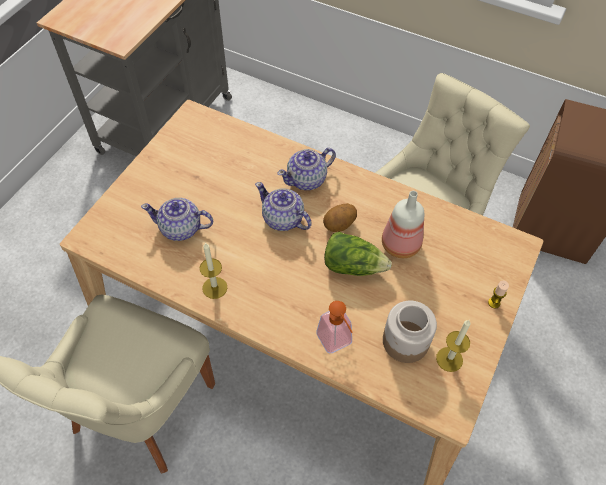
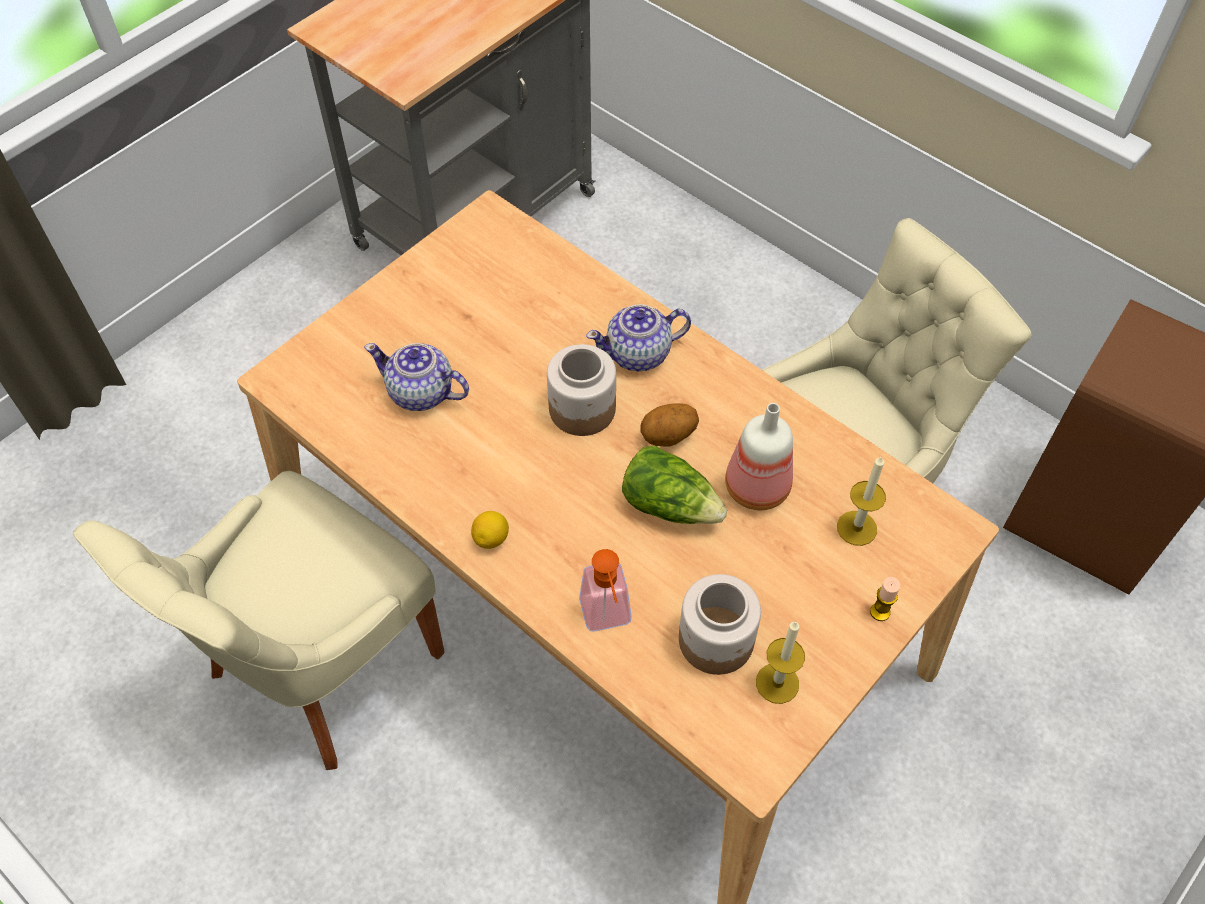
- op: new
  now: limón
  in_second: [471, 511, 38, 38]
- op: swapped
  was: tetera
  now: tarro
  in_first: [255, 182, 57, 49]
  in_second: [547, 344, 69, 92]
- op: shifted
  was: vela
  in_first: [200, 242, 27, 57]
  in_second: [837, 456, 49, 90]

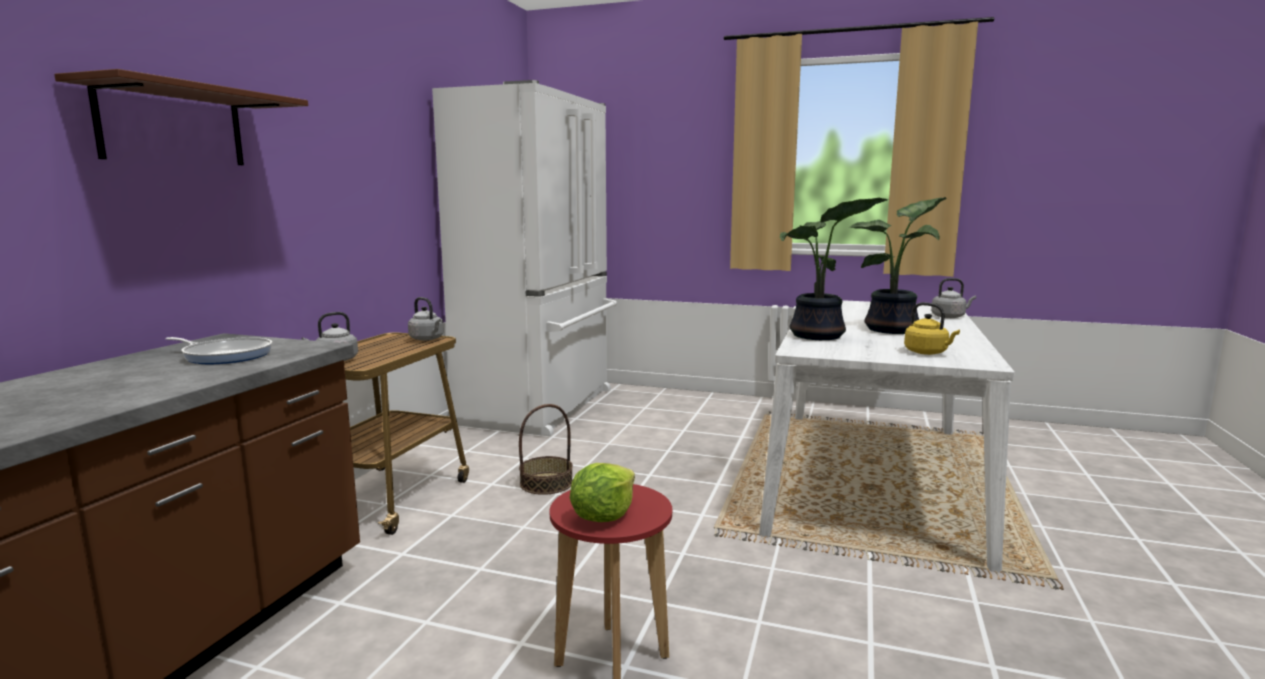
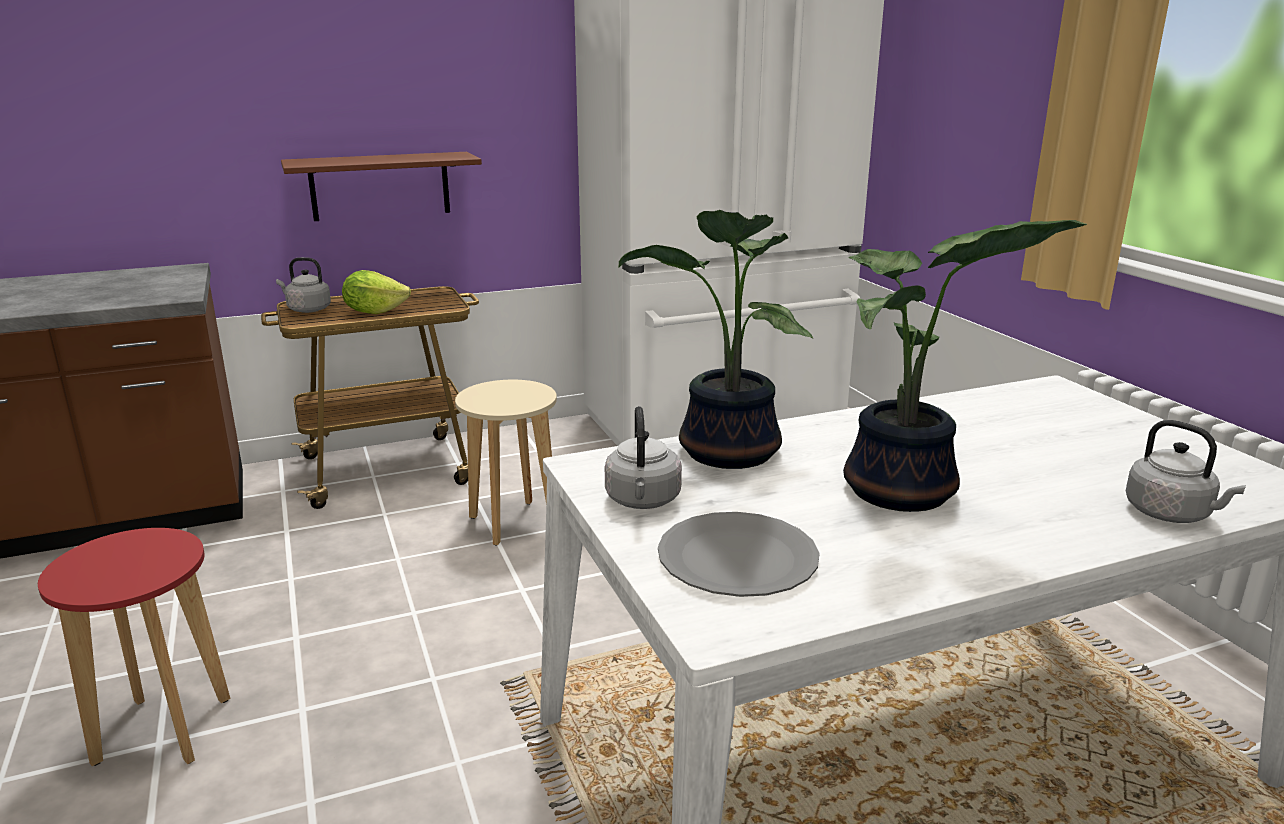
- op: shifted
  was: estante (marrón)
  in_first: [54, 69, 254, 96]
  in_second: [281, 152, 201, 69]
- op: shifted
  was: lechuga
  in_first: [570, 463, 65, 59]
  in_second: [342, 270, 69, 44]
- op: swapped
  was: cesta
  now: taburete (beis)
  in_first: [519, 404, 54, 91]
  in_second: [455, 380, 102, 166]
- op: shifted
  was: hervidor (gris)
  in_first: [408, 297, 36, 44]
  in_second: [605, 406, 77, 103]
- op: swapped
  was: hervidor (amarillo)
  now: plato (gris)
  in_first: [904, 302, 56, 53]
  in_second: [658, 512, 162, 85]
- op: gone
  was: sartén
  in_first: [165, 337, 107, 27]

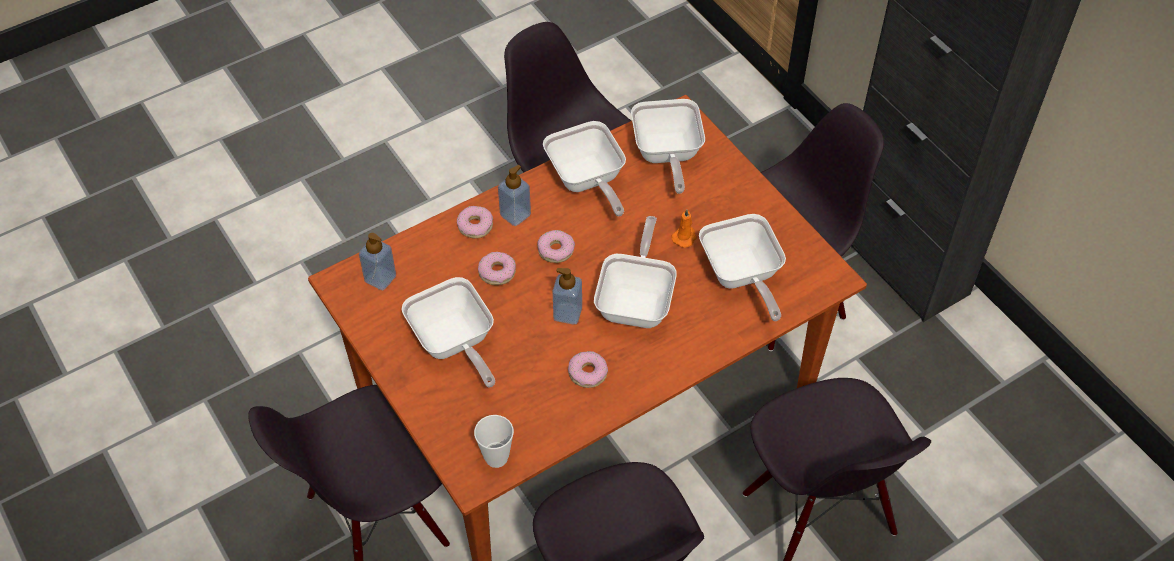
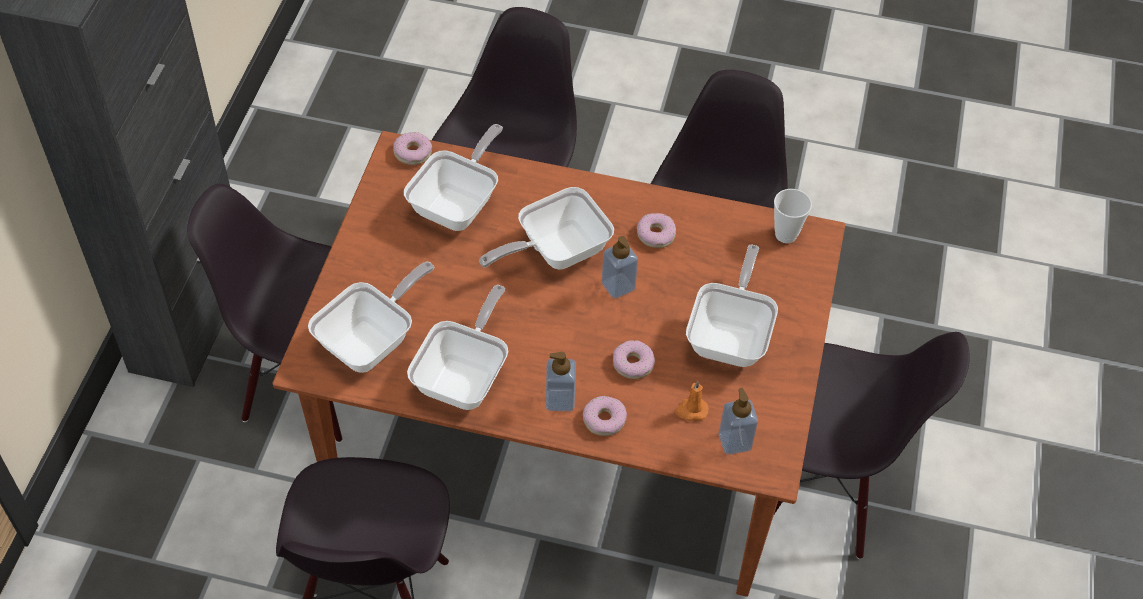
- op: shifted
  was: rosquilla
  in_first: [537, 230, 38, 33]
  in_second: [393, 132, 39, 33]
- op: shifted
  was: vela (naranja)
  in_first: [671, 209, 26, 39]
  in_second: [675, 381, 34, 40]

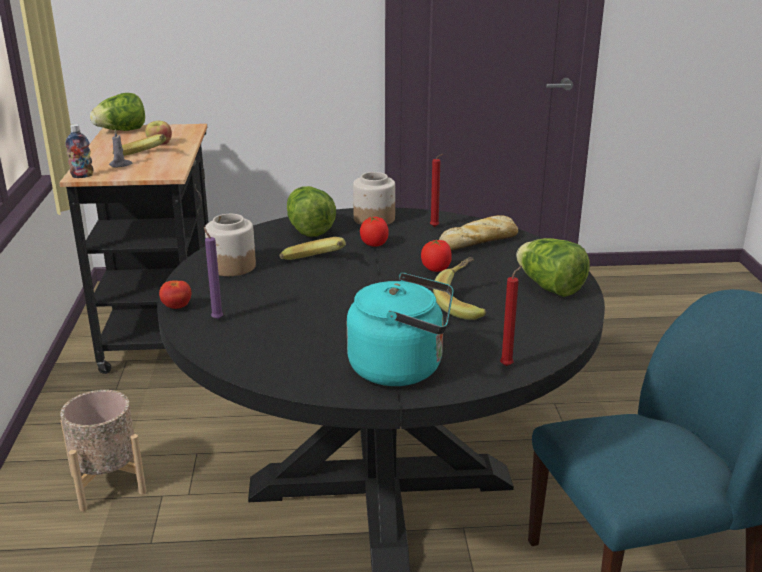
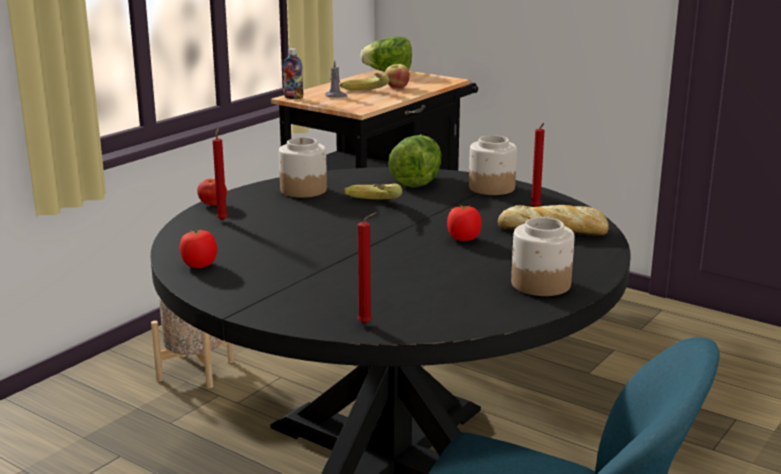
- op: shifted
  was: tomate
  in_first: [360, 216, 29, 31]
  in_second: [180, 229, 37, 39]
- op: repainted
  was: vela (morado)
  now: vela (rojo)
  in_first: [204, 227, 19, 93]
  in_second: [213, 128, 15, 93]
- op: swapped
  was: lechuga
  now: tarro
  in_first: [516, 238, 74, 59]
  in_second: [511, 217, 64, 79]
- op: gone
  was: hervidor (turquesa)
  in_first: [347, 273, 106, 113]
- op: gone
  was: plátano
  in_first: [433, 257, 54, 63]

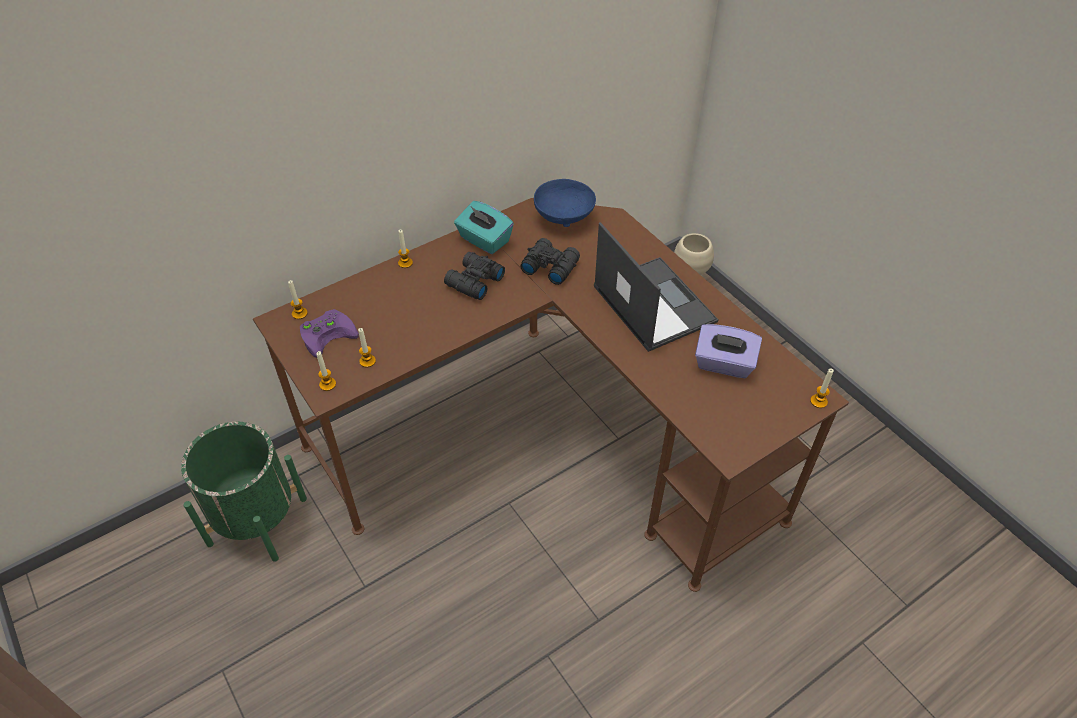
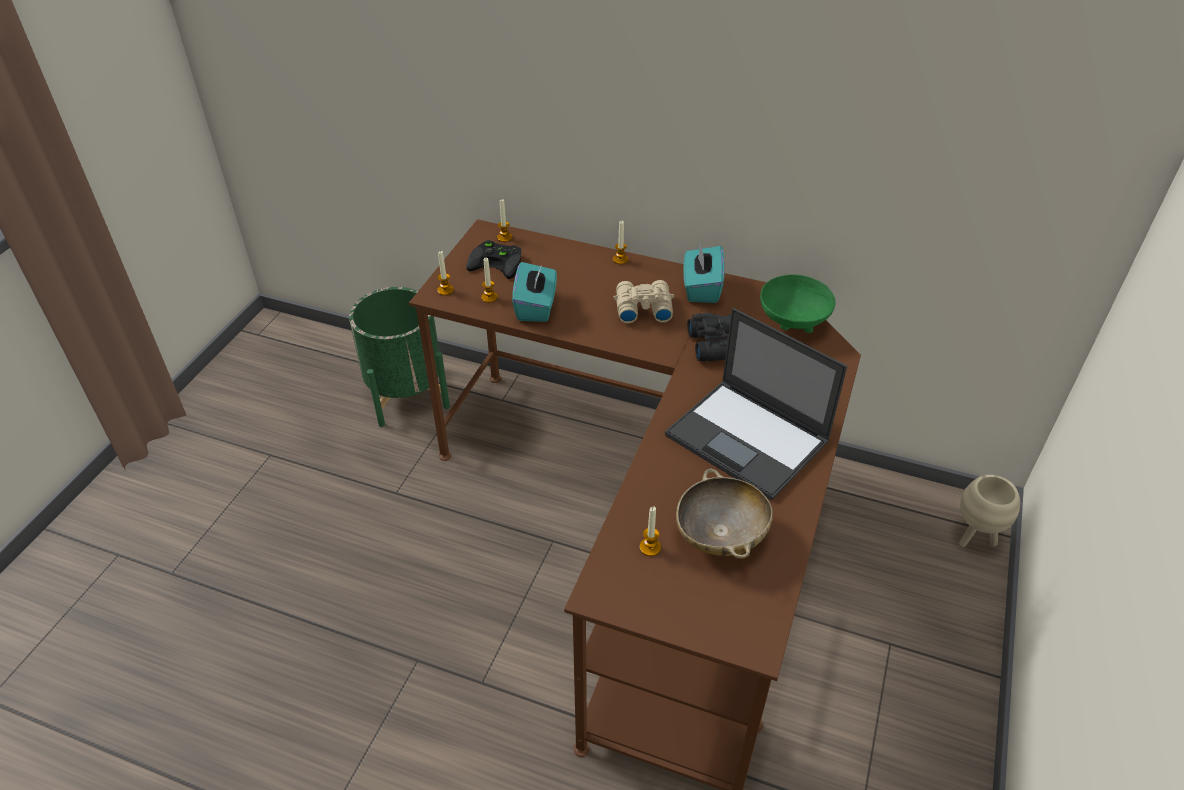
- op: repainted
  was: mando de consola (morado)
  now: mando de consola (negro)
  in_first: [300, 309, 59, 49]
  in_second: [466, 240, 55, 39]
- op: new
  now: caja de pañuelos (turquesa)
  in_second: [512, 262, 45, 60]
- op: repainted
  was: prismáticos (negro)
  now: prismáticos (beis)
  in_first: [444, 252, 61, 48]
  in_second: [613, 280, 61, 44]
- op: shifted
  was: vela
  in_first: [810, 369, 24, 39]
  in_second: [640, 507, 21, 49]
- op: rotated
  was: portátil
  in_first: [594, 222, 125, 130]
  in_second: [665, 308, 182, 193]
  clockwise: 105
- op: swapped
  was: caja de pañuelos (morado)
  now: cuenco (beis)
  in_first: [695, 324, 67, 54]
  in_second: [676, 469, 97, 90]
- op: repainted
  was: cuenco (azul)
  now: cuenco (verde)
  in_first: [534, 179, 62, 48]
  in_second: [760, 274, 76, 59]

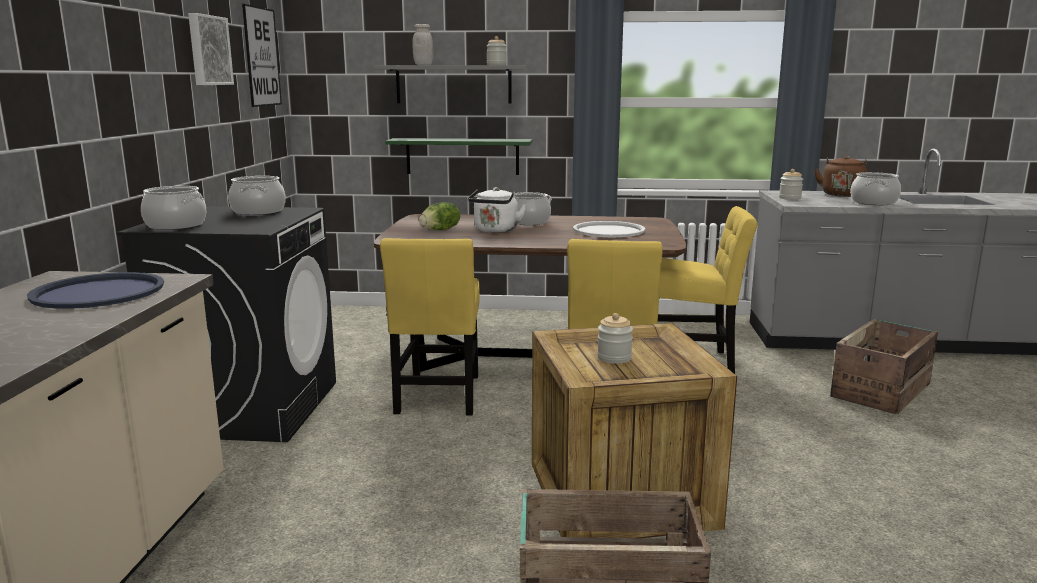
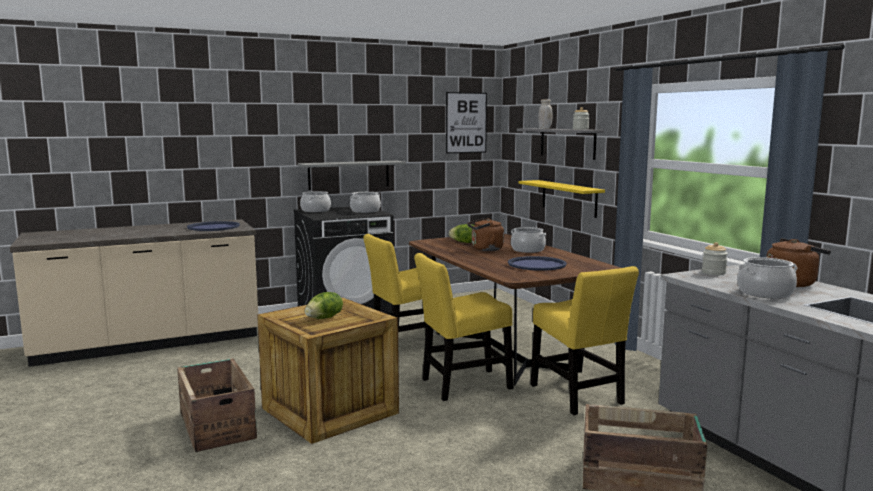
- op: new
  now: estante (gris)
  in_second: [298, 161, 108, 29]
- op: swapped
  was: tarro
  now: lechuga
  in_first: [597, 313, 36, 51]
  in_second: [305, 292, 38, 27]
- op: repainted
  was: hervidor (blanco)
  now: hervidor (marrón)
  in_first: [468, 187, 59, 46]
  in_second: [467, 218, 37, 33]
- op: repainted
  was: bandeja (blanco)
  now: bandeja (azul)
  in_first: [573, 221, 72, 16]
  in_second: [508, 256, 59, 15]
- op: repainted
  was: estante (verde)
  now: estante (amarillo)
  in_first: [385, 138, 147, 37]
  in_second: [518, 180, 87, 38]
- op: gone
  was: cuadro
  in_first: [188, 13, 46, 72]

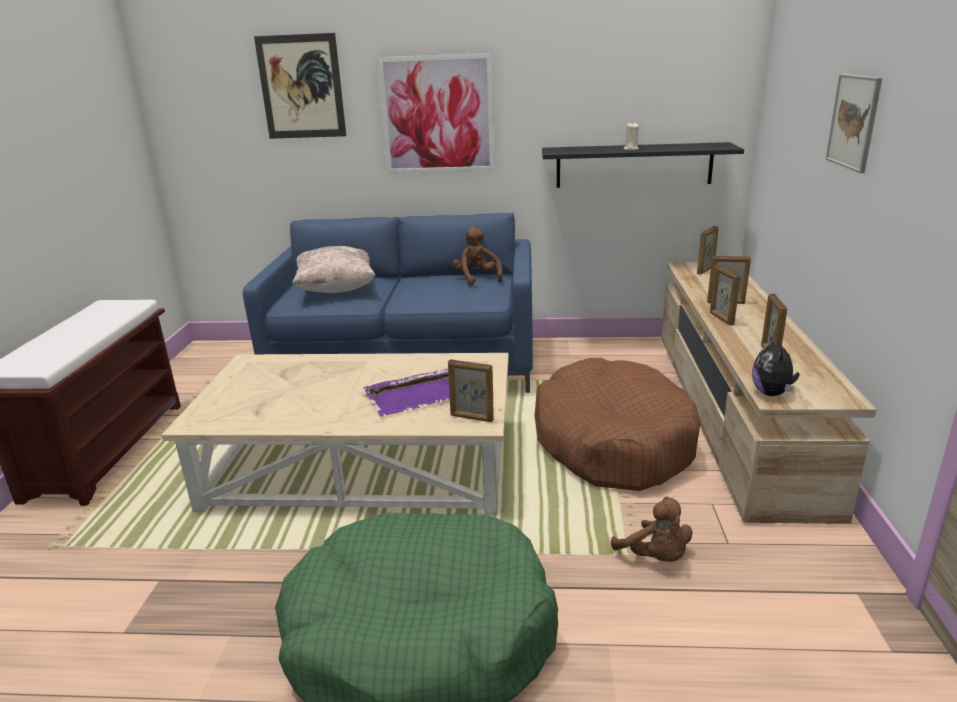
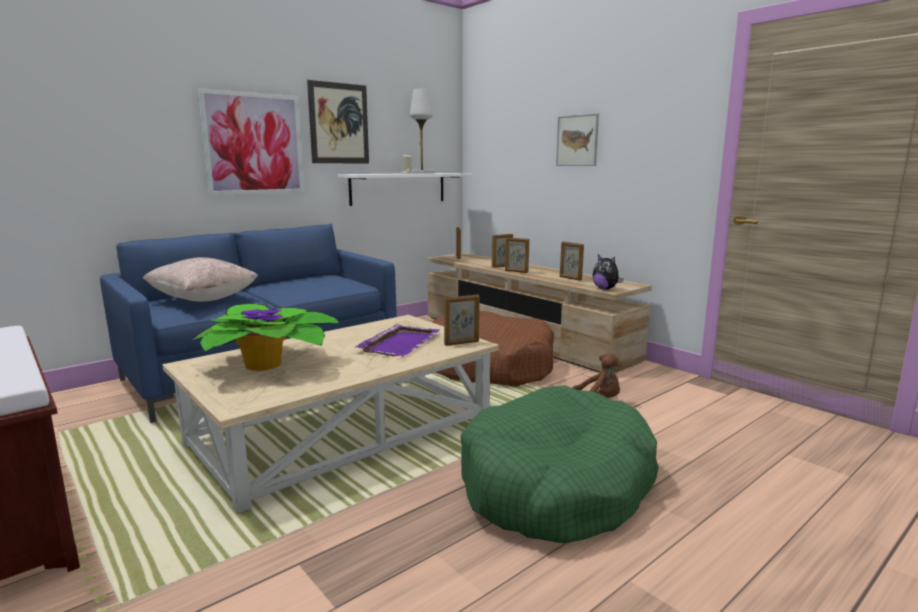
- op: new
  now: planta en maceta
  in_second: [191, 304, 149, 67]
- op: shifted
  was: cuadro
  in_first: [254, 33, 92, 106]
  in_second: [307, 80, 62, 83]
- op: repainted
  was: estante (negro)
  now: estante (blanco)
  in_first: [542, 142, 202, 46]
  in_second: [338, 173, 135, 33]
- op: new
  now: lámpara de mesa (blanco)
  in_second: [410, 89, 25, 85]
- op: gone
  was: peluche (marrón)
  in_first: [452, 227, 51, 59]

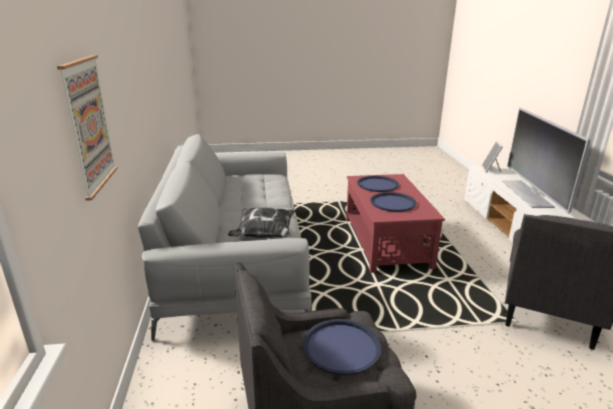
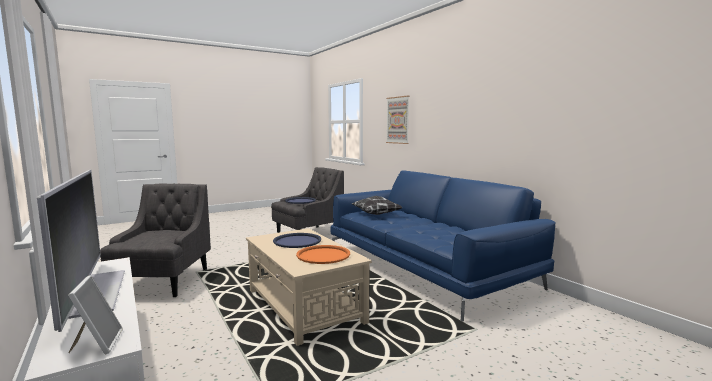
- op: repainted
  was: mesa de centro (rojo)
  now: mesa de centro (beis)
  in_first: [346, 174, 99, 99]
  in_second: [246, 228, 126, 118]
- op: repainted
  was: bandeja (azul)
  now: bandeja (naranja)
  in_first: [357, 176, 42, 16]
  in_second: [296, 245, 54, 19]
- op: repainted
  was: sofá (gris)
  now: sofá (azul)
  in_first: [138, 134, 174, 207]
  in_second: [330, 170, 226, 152]

